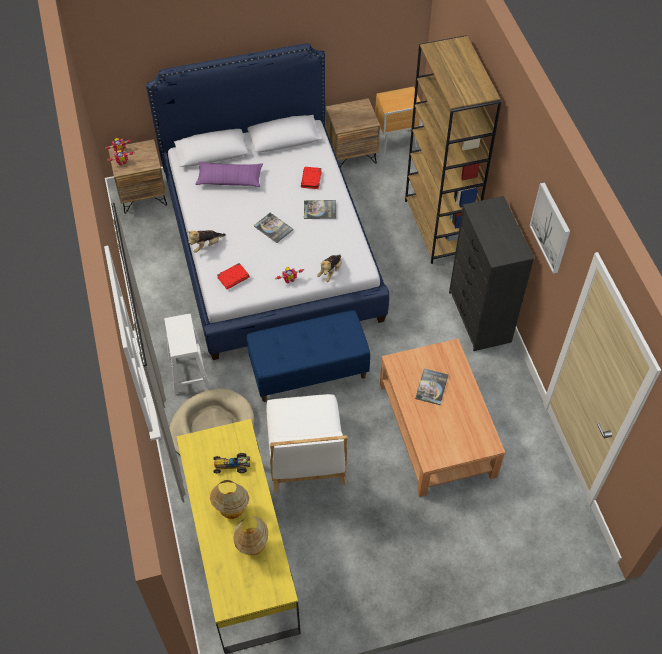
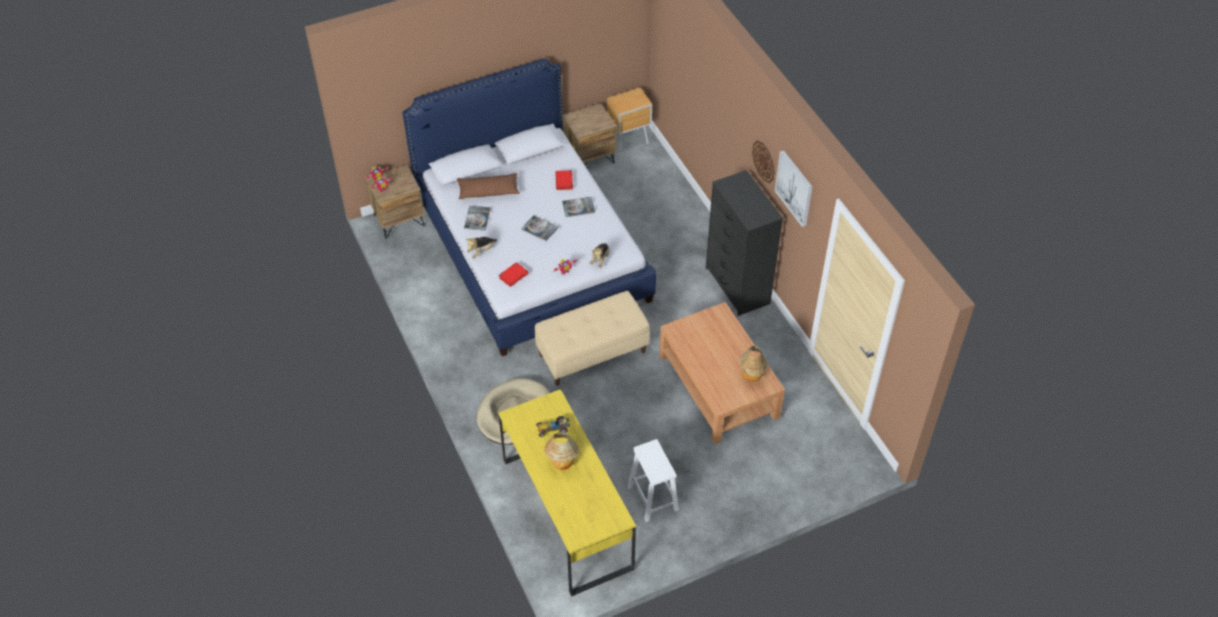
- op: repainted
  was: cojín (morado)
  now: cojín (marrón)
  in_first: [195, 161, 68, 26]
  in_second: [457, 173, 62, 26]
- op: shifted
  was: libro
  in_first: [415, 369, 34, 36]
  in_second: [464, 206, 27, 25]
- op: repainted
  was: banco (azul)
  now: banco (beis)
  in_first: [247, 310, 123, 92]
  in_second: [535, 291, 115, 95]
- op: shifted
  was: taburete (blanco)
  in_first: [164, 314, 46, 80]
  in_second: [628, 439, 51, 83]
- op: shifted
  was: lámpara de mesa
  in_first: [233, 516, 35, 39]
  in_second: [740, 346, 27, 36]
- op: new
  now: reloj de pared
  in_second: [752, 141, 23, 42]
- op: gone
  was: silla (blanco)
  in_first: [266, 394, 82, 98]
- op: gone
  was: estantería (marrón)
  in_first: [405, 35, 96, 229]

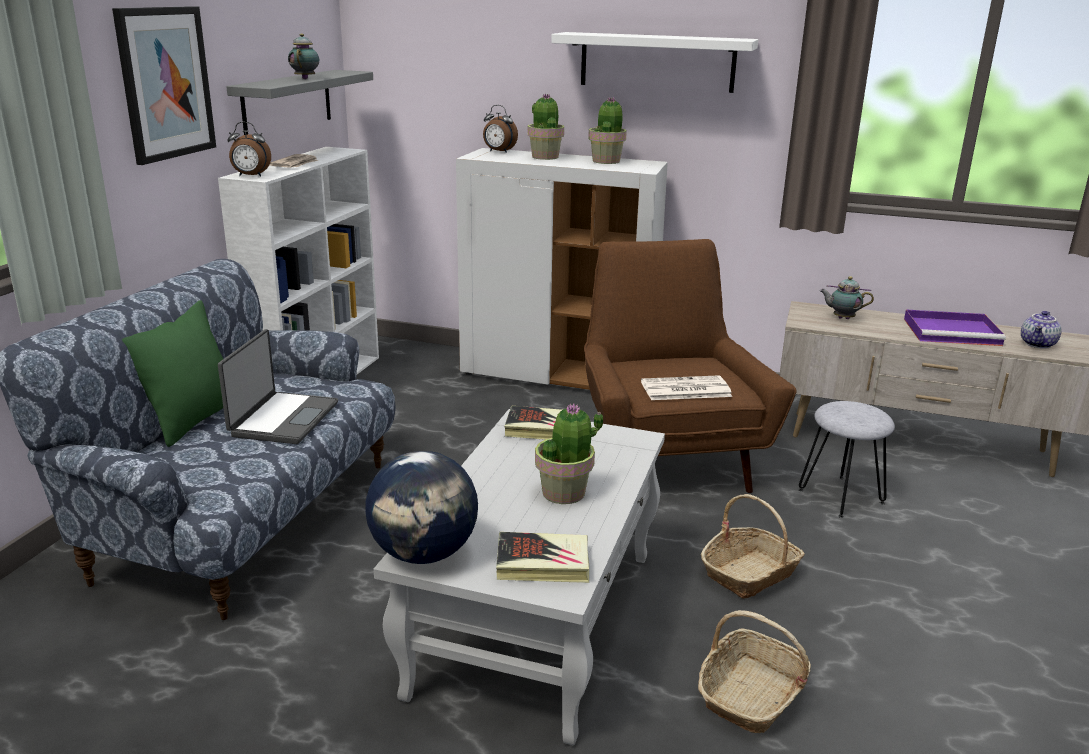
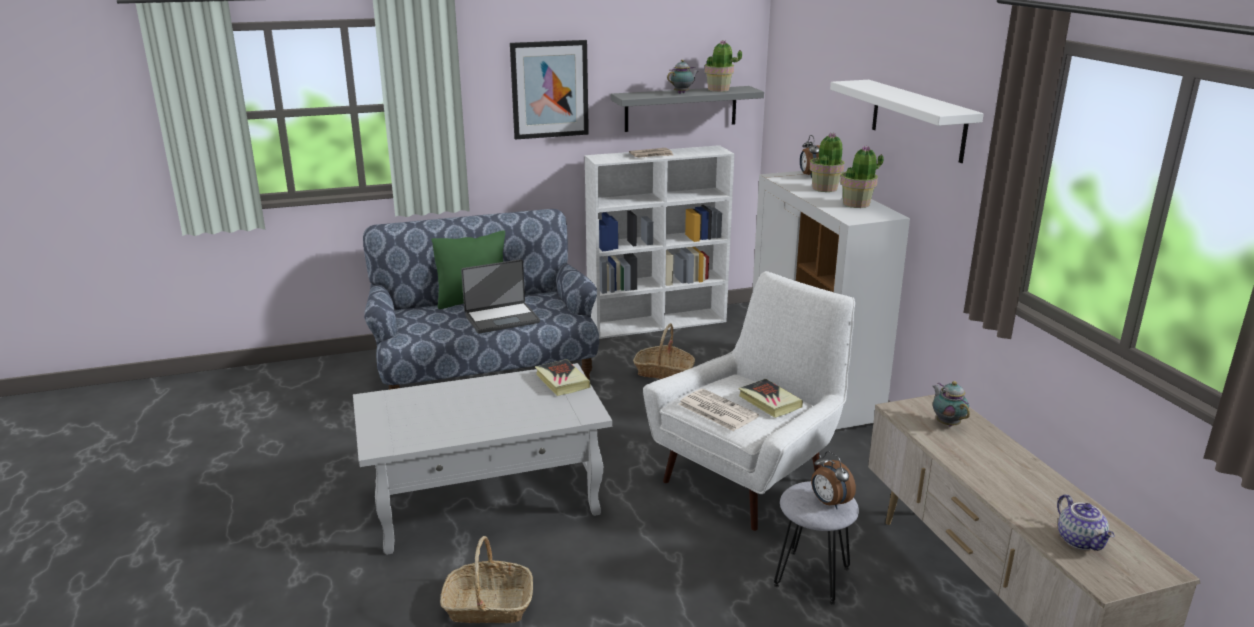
- op: shifted
  was: cesta
  in_first: [701, 494, 104, 105]
  in_second: [633, 323, 62, 56]
- op: repainted
  was: sillón (marrón)
  now: sillón (blanco)
  in_first: [584, 239, 213, 254]
  in_second: [643, 271, 212, 260]
- op: shifted
  was: planta en maceta
  in_first: [535, 404, 68, 100]
  in_second: [705, 40, 37, 52]
- op: shifted
  was: libro
  in_first: [496, 532, 93, 51]
  in_second: [739, 379, 64, 39]
- op: shifted
  was: despertador
  in_first: [227, 122, 44, 55]
  in_second: [811, 451, 45, 58]
- op: rotated
  was: tetera
  in_first: [1021, 311, 41, 38]
  in_second: [1057, 494, 58, 57]
  clockwise: -105
- op: gone
  was: globo terráqueo
  in_first: [365, 451, 113, 113]
- op: gone
  was: bandeja (morado)
  in_first: [904, 310, 102, 36]

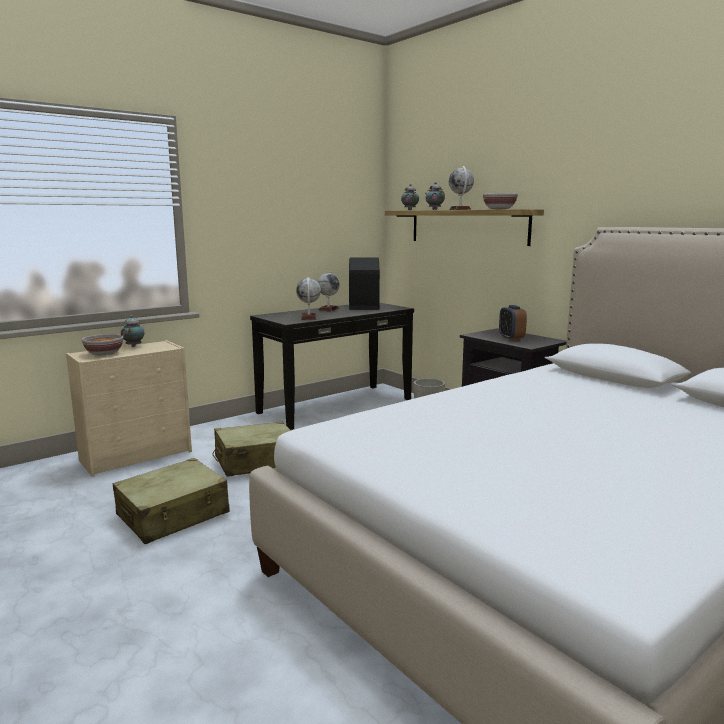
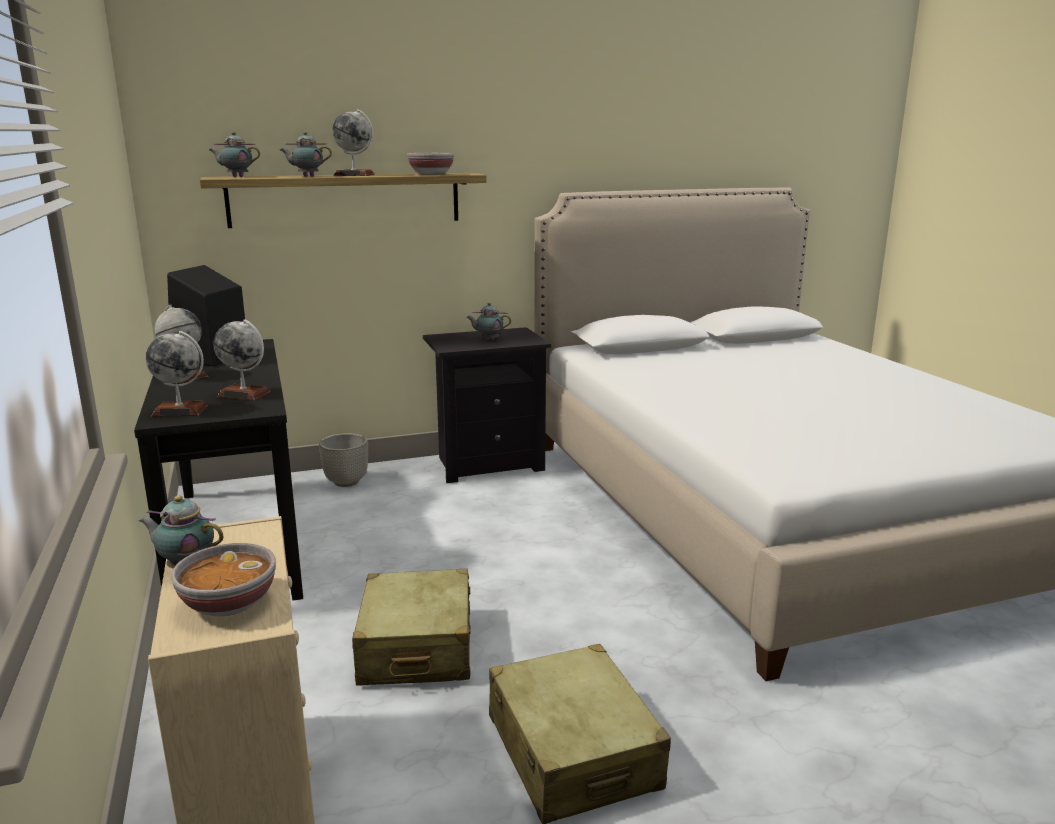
- op: new
  now: globo terráqueo
  in_second: [145, 331, 63, 86]
- op: swapped
  was: despertador
  now: tetera
  in_first: [499, 305, 28, 35]
  in_second: [467, 302, 44, 38]

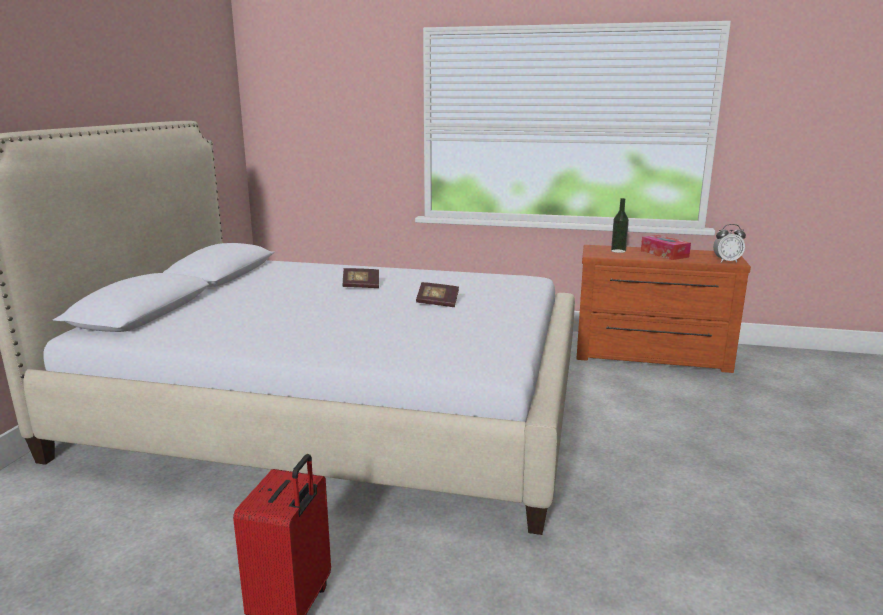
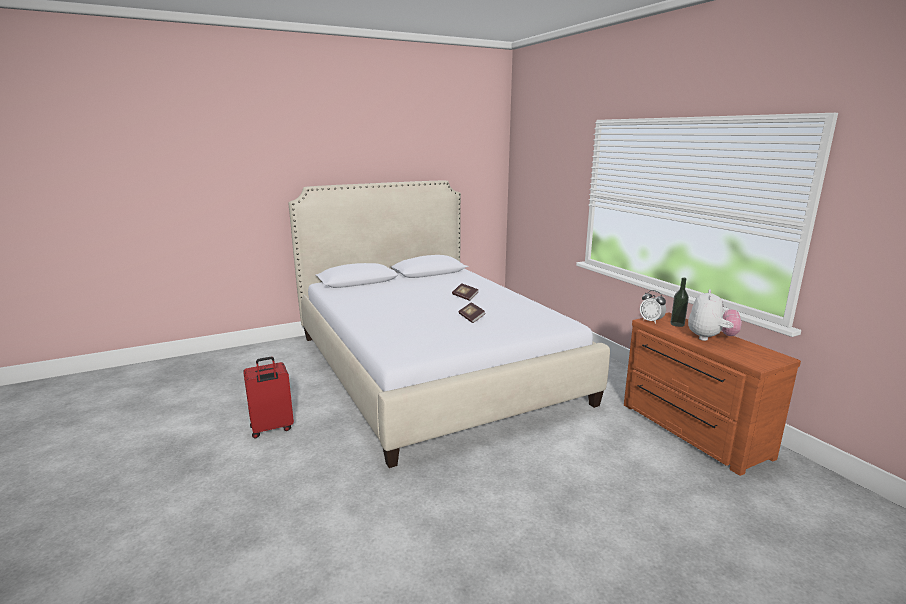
- op: shifted
  was: despertador
  in_first: [713, 224, 33, 38]
  in_second: [640, 290, 26, 34]
- op: swapped
  was: caja de pañuelos
  now: peluche
  in_first: [641, 235, 50, 25]
  in_second: [688, 289, 54, 52]

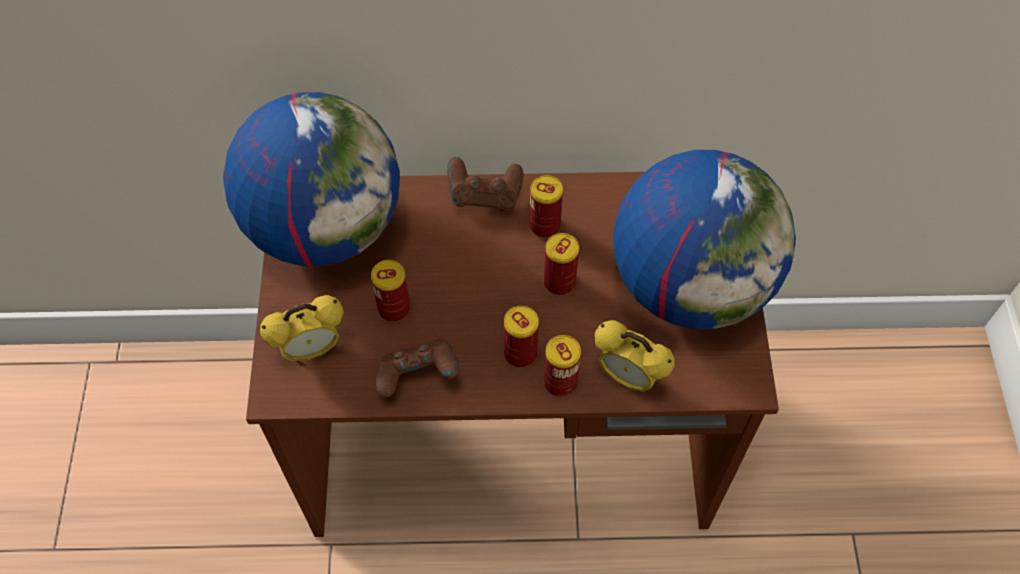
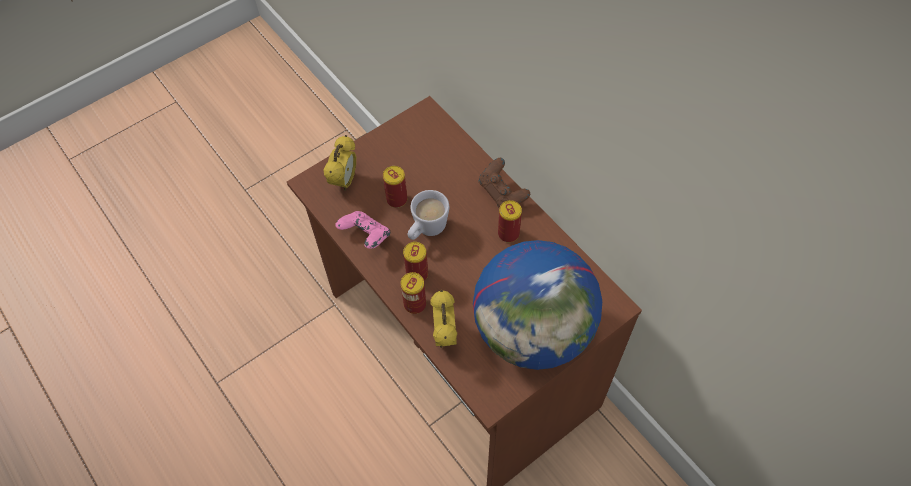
- op: rotated
  was: despertador
  in_first: [260, 295, 84, 67]
  in_second: [323, 135, 33, 56]
  clockwise: -105
- op: repainted
  was: mando de consola (marrón)
  now: mando de consola (rosa)
  in_first: [376, 339, 83, 58]
  in_second: [335, 211, 55, 38]
- op: new
  now: taza grande (blanco)
  in_second: [408, 190, 41, 50]
- op: gone
  was: globo terráqueo
  in_first: [223, 92, 177, 174]
- op: gone
  was: lata
  in_first: [544, 233, 35, 62]

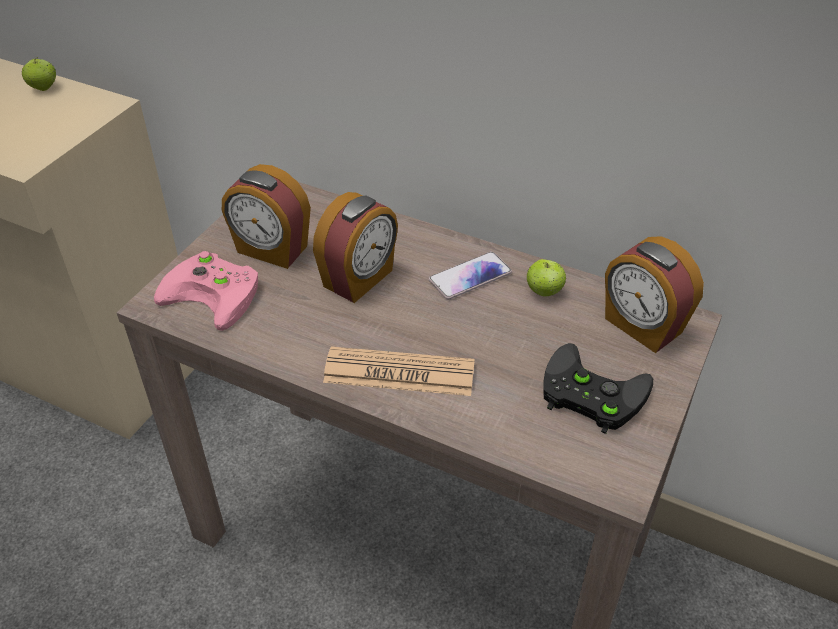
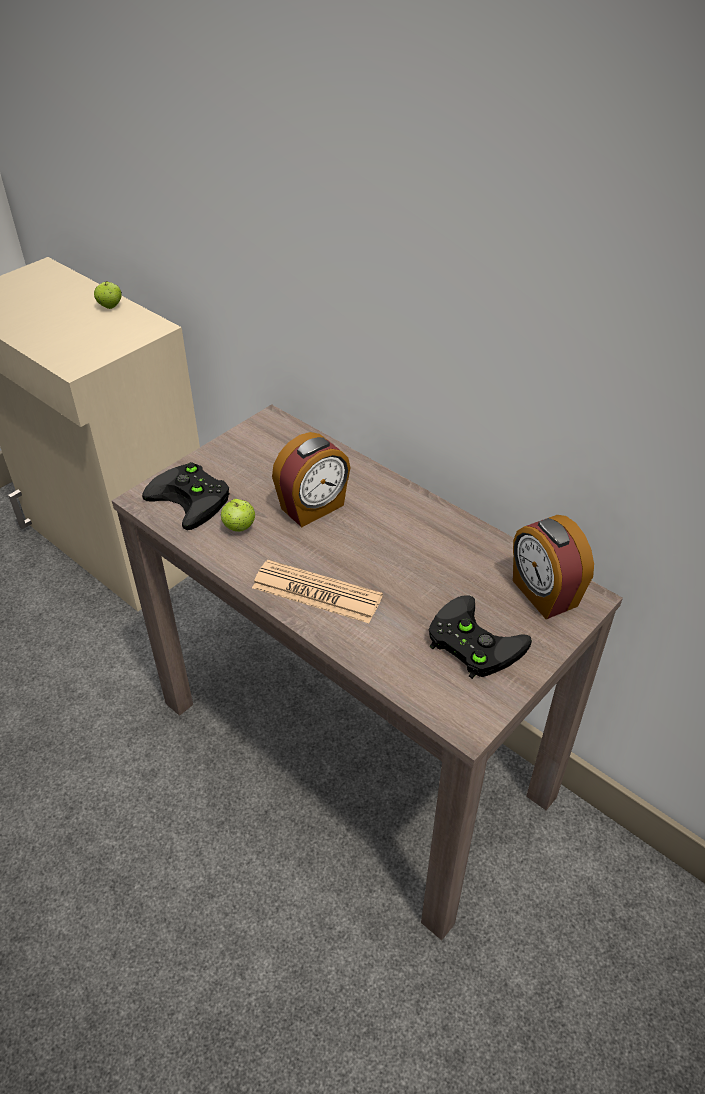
- op: repainted
  was: mando de consola (rosa)
  now: mando de consola (negro)
  in_first: [154, 251, 104, 80]
  in_second: [142, 462, 87, 68]
- op: shifted
  was: manzana
  in_first: [527, 259, 39, 38]
  in_second: [221, 499, 34, 33]
- op: gone
  was: despertador
  in_first: [222, 164, 89, 105]
- op: gone
  was: móvil
  in_first: [429, 252, 83, 48]

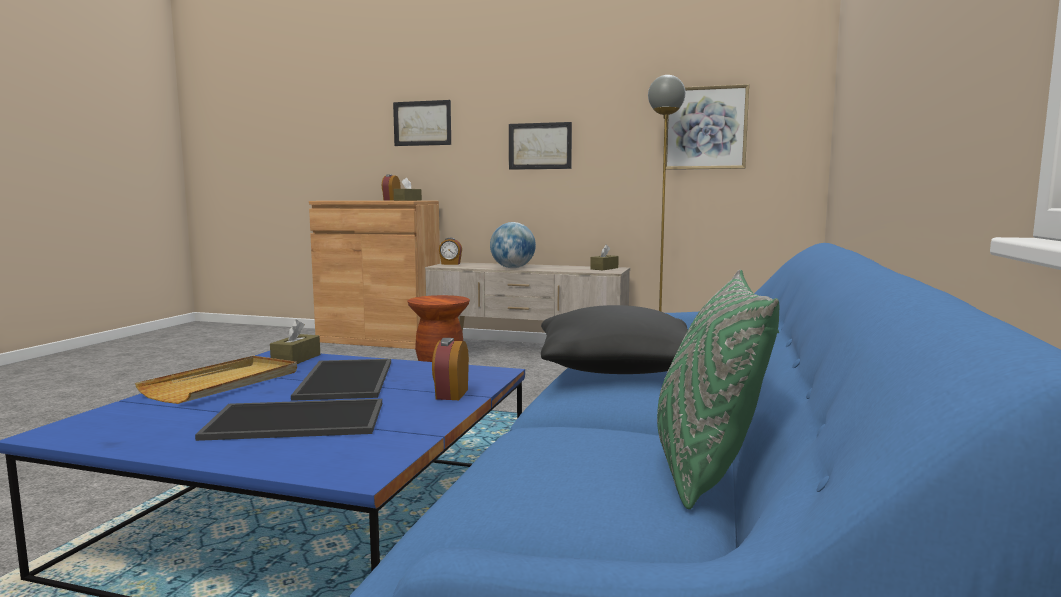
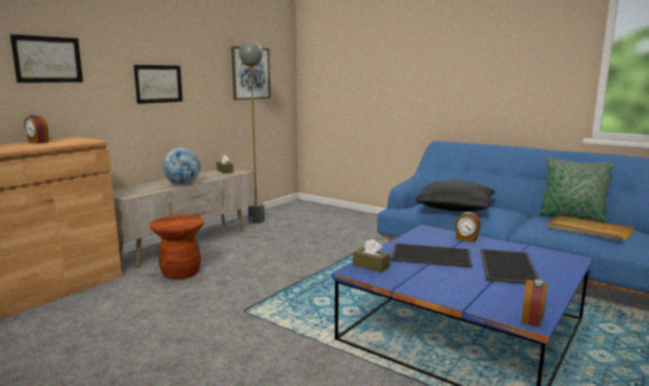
- op: shifted
  was: despertador
  in_first: [439, 238, 23, 27]
  in_second: [522, 279, 25, 48]
- op: shifted
  was: bandeja (beis)
  in_first: [135, 356, 162, 48]
  in_second: [547, 215, 87, 26]
- op: gone
  was: caja de pañuelos (marrón)
  in_first: [394, 178, 28, 23]

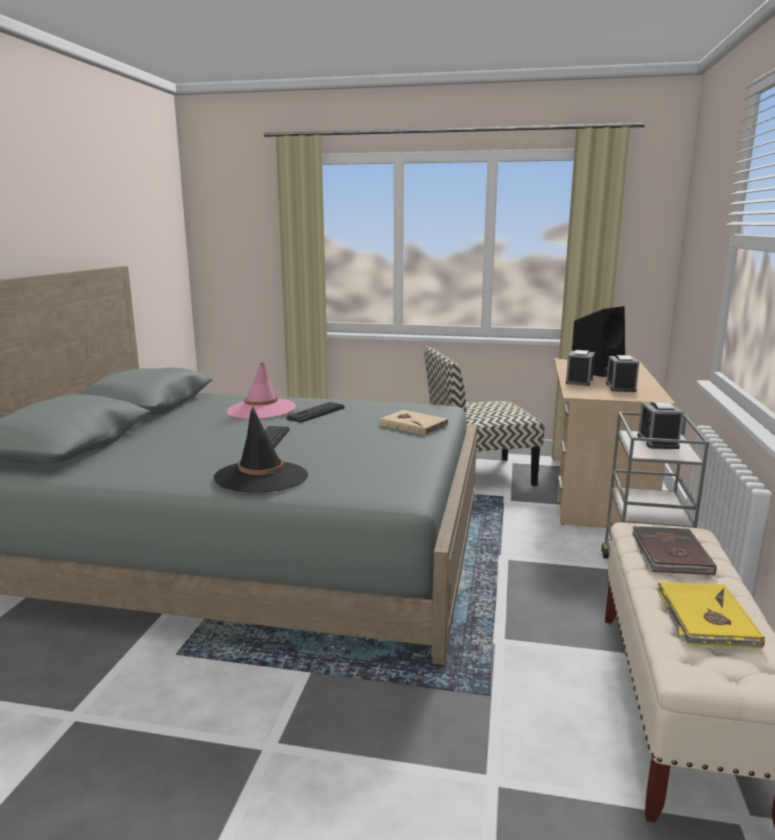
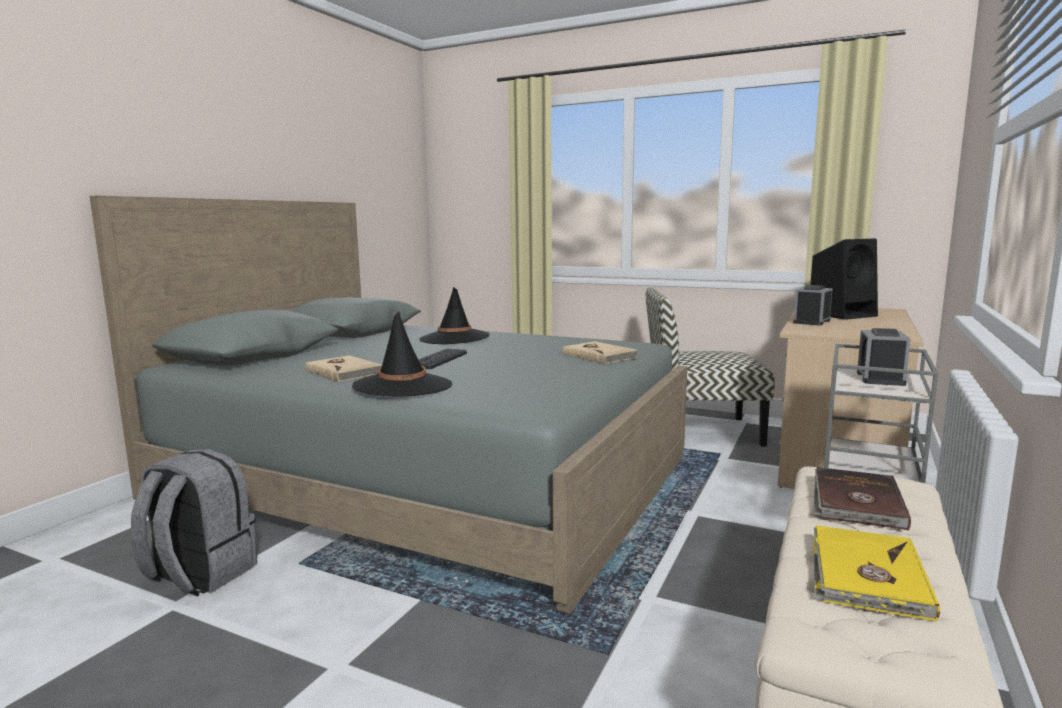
- op: new
  now: mochila (gris)
  in_second: [131, 449, 126, 147]
- op: new
  now: libro (beis)
  in_second: [305, 355, 77, 27]
- op: repainted
  was: sombrero (rosa)
  now: sombrero (negro)
  in_first: [227, 362, 69, 57]
  in_second: [419, 287, 71, 57]
- op: gone
  was: teclado
  in_first: [286, 402, 59, 21]
- op: gone
  was: despertador
  in_first: [606, 355, 33, 37]

